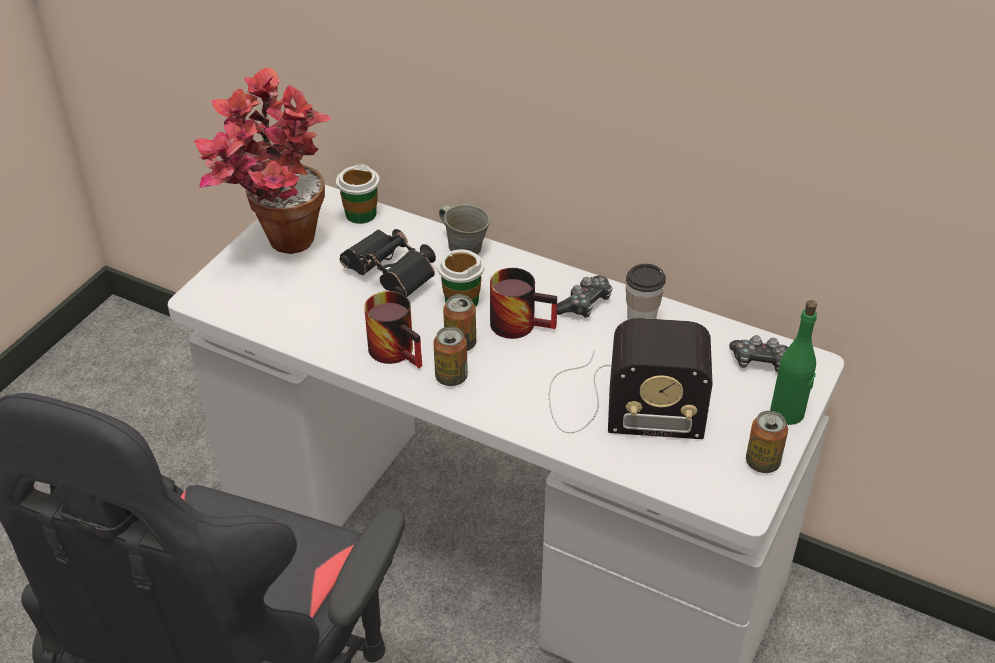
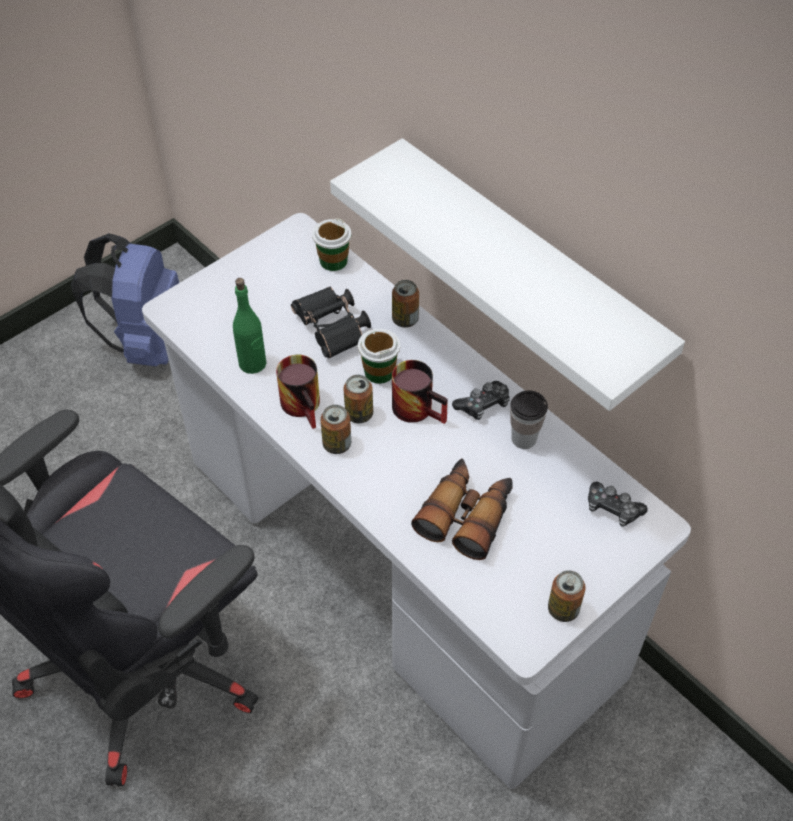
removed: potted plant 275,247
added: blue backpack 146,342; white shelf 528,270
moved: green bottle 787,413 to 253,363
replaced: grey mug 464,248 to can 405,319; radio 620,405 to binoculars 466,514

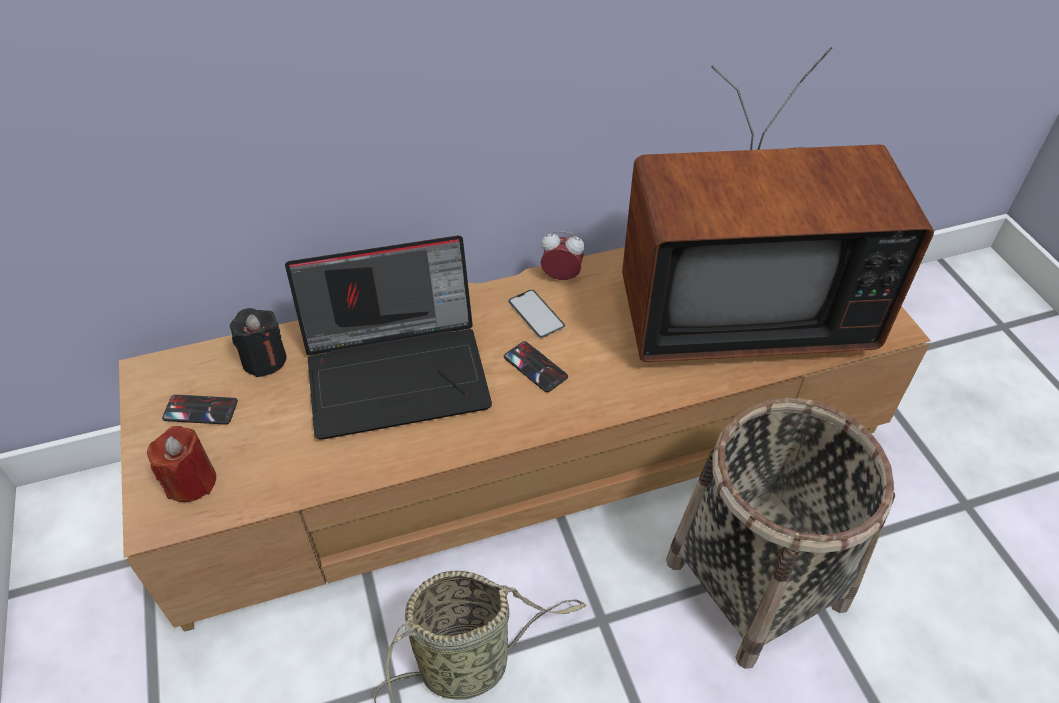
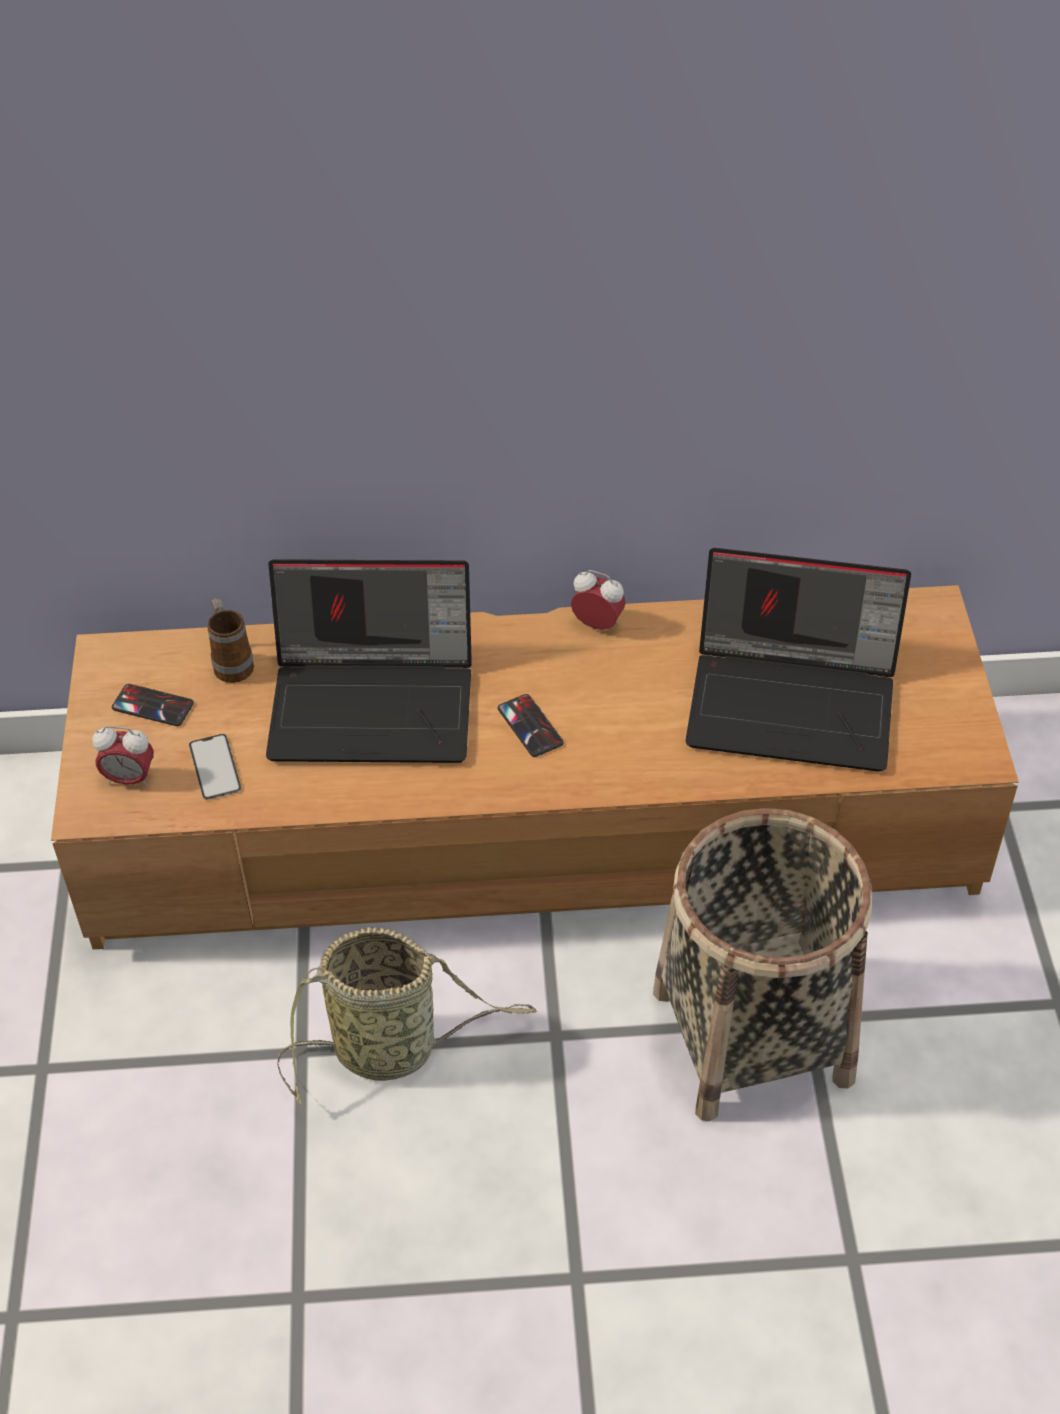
moved: phone 536,314 to 215,767
replaced: red candle 191,481 to alarm clock 130,779; black candle 264,360 to mug 231,663; television 737,309 to laptop 795,701

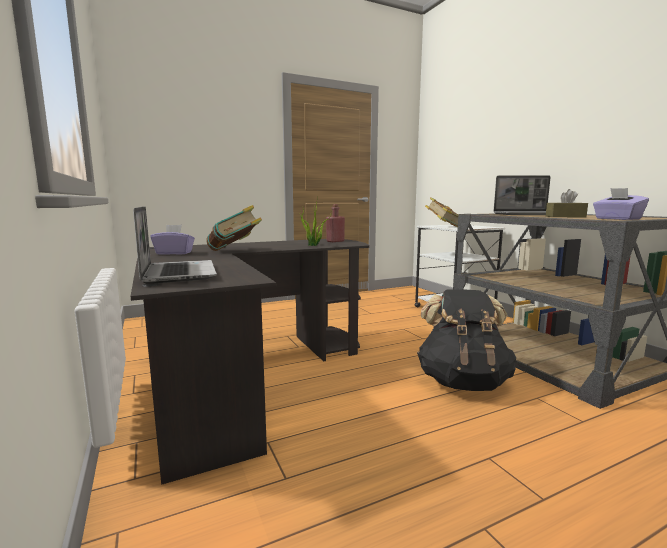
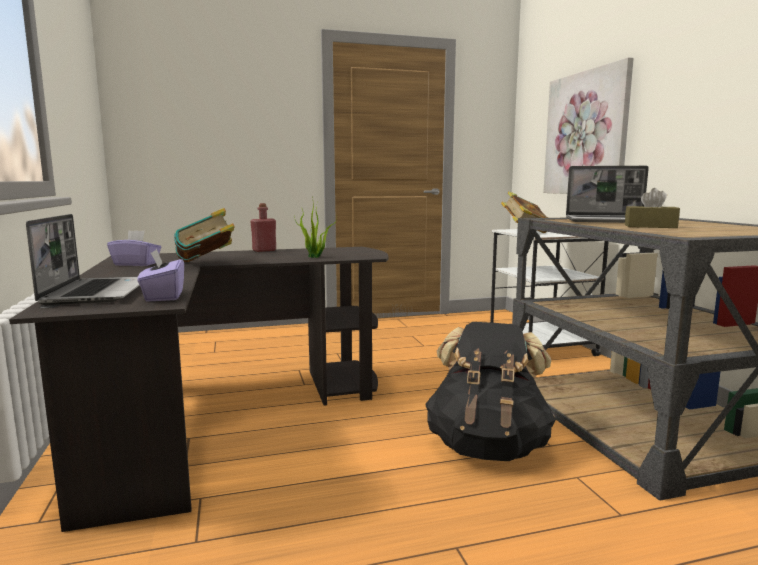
added: picture 585,133
moved: red bottle 335,241 to 264,250; purple tissue box 617,219 to 163,296

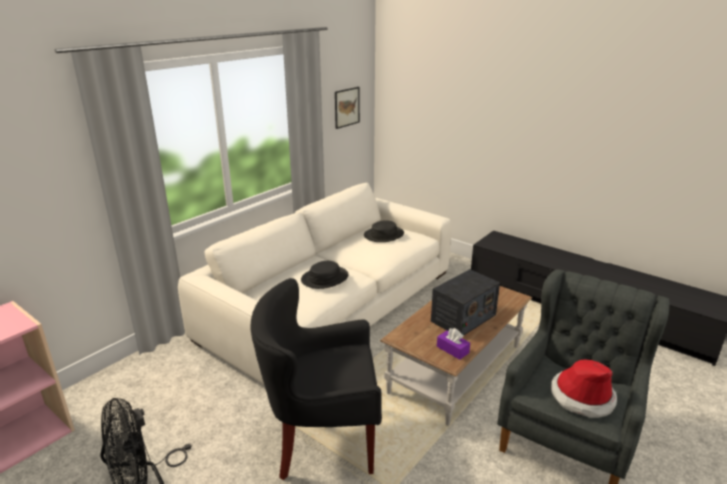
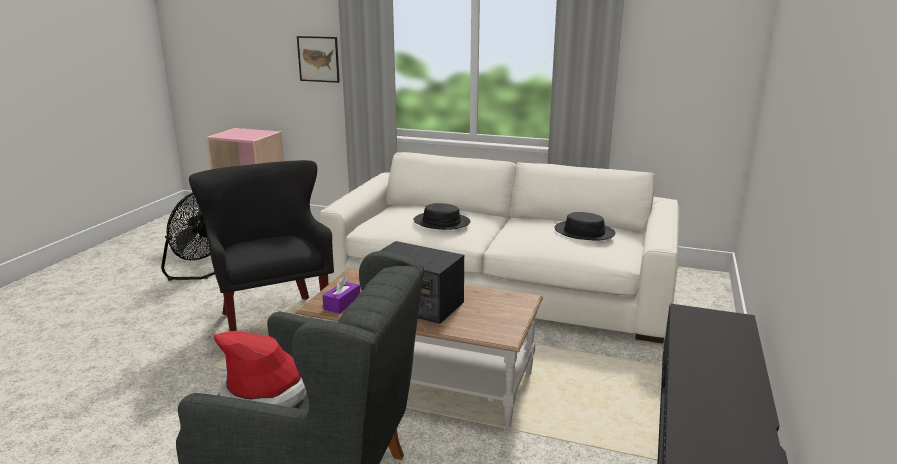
moved: picture 346,107 to 318,59

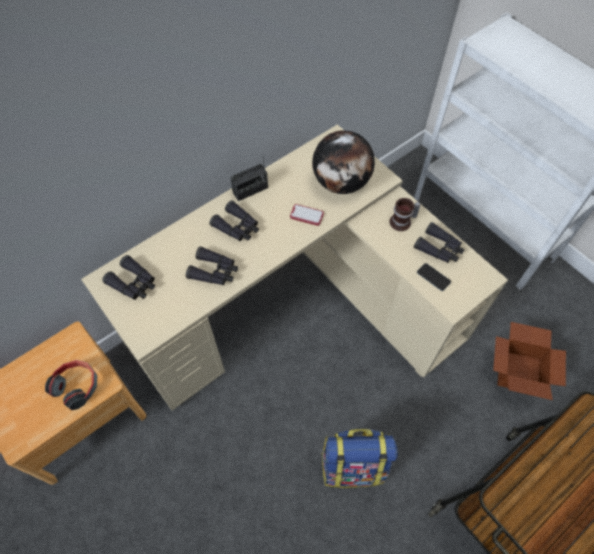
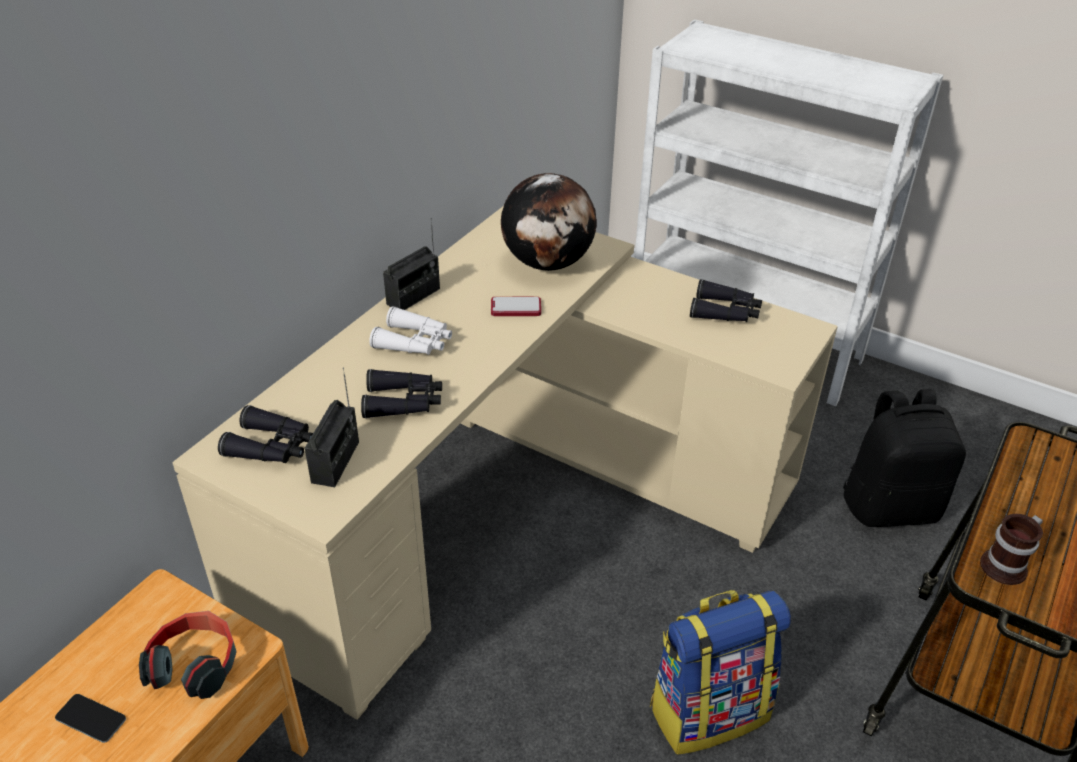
added: radio 336,462
moved: mug 402,222 to 1008,566; phone 433,277 to 91,718
replaced: cardboard box 519,371 to black backpack 889,506
recoloured: black binoculars 237,227 to white binoculars 415,342

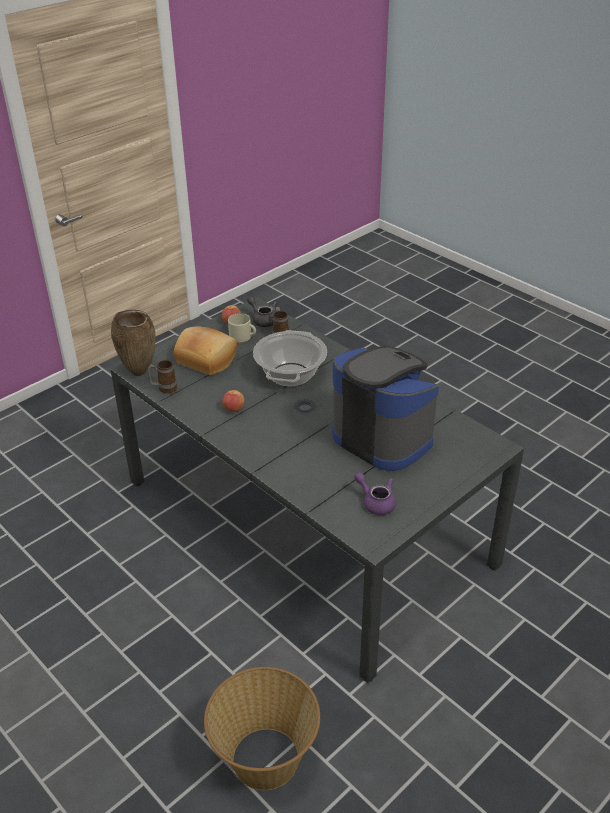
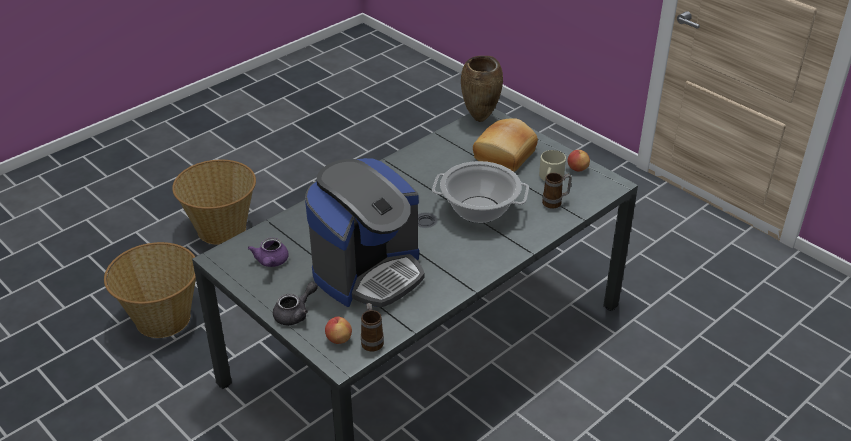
added: basket 221,228
moved: mug 164,389 to 372,340; apple 233,409 to 338,339; grey teapot 263,320 to 295,313
turned: purple teapot 376,502 = 271,262 135 degrees clockwise

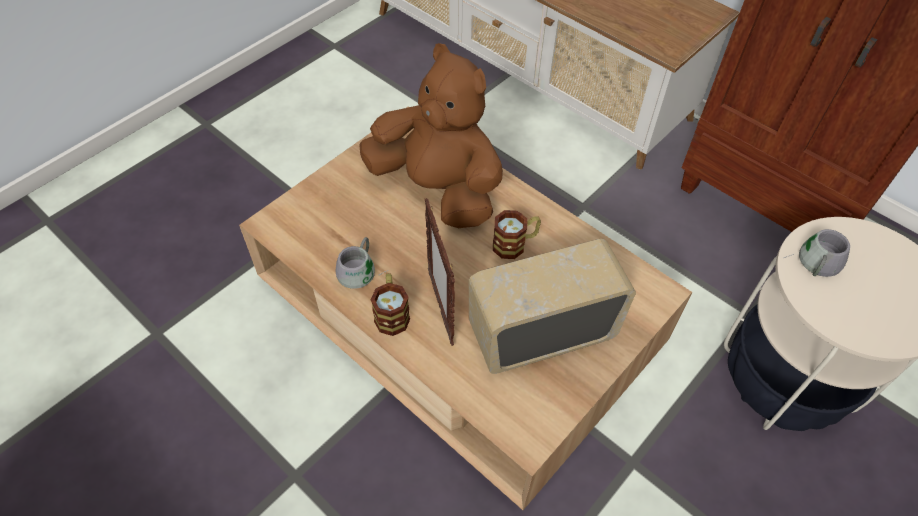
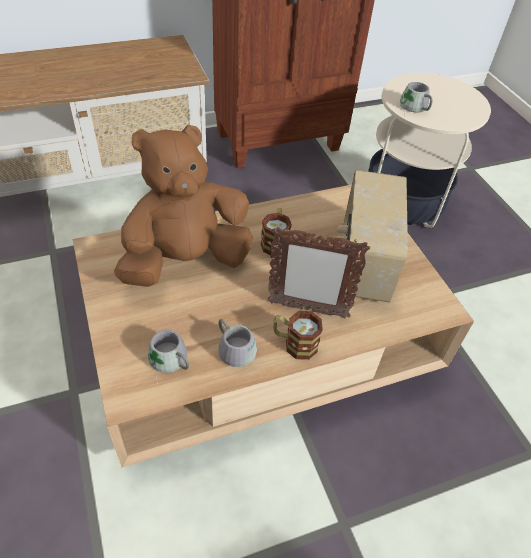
added: grey mug 168,363

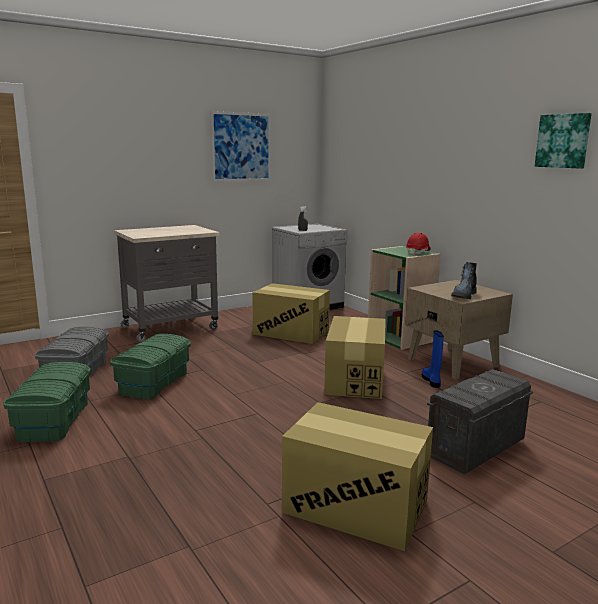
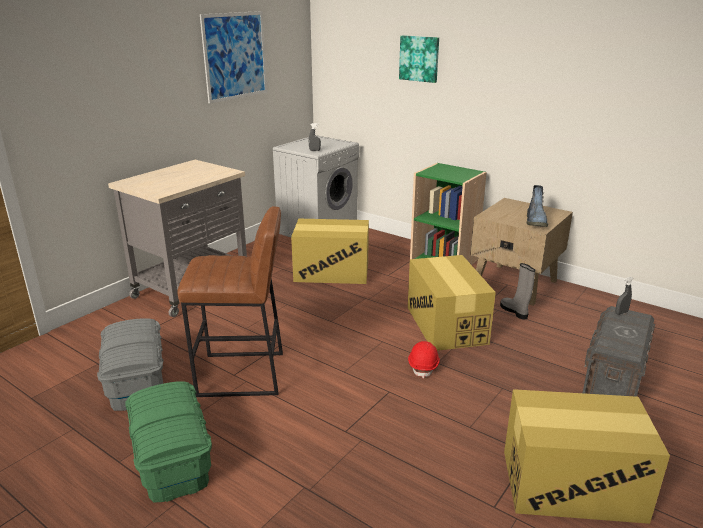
added: grey spray bottle 621,313
moved: red hard hat 418,252 to 423,366; picture 563,141 to 419,58
replaced: green storage box 154,382 to brown stool 243,374
recoloured: blue boot 431,381 to grey boot 514,311

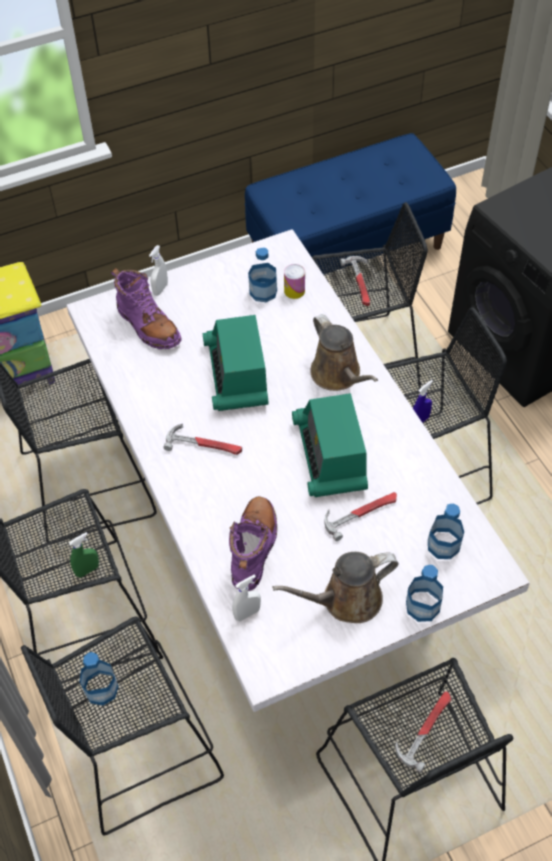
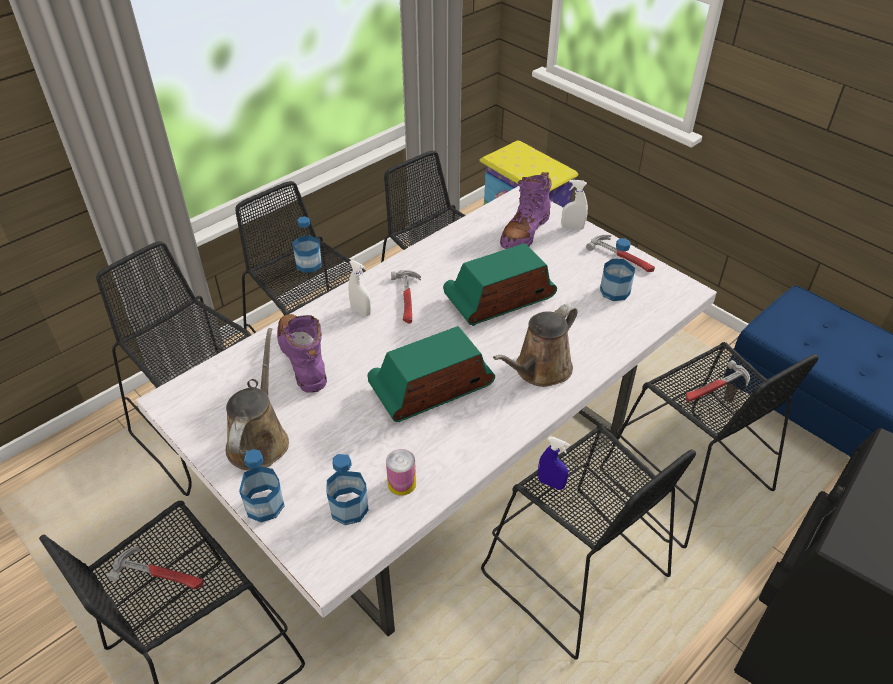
removed: green spray bottle 87,570
moved: bottle 101,689 to 309,264; white spray bottle 247,613 to 361,311; can 294,291 to 402,483; hammer 361,513 to 622,257
turned: purple boot 254,547 = 303,359 105 degrees counterclockwise; brown watering can 346,600 = 259,439 45 degrees clockwise

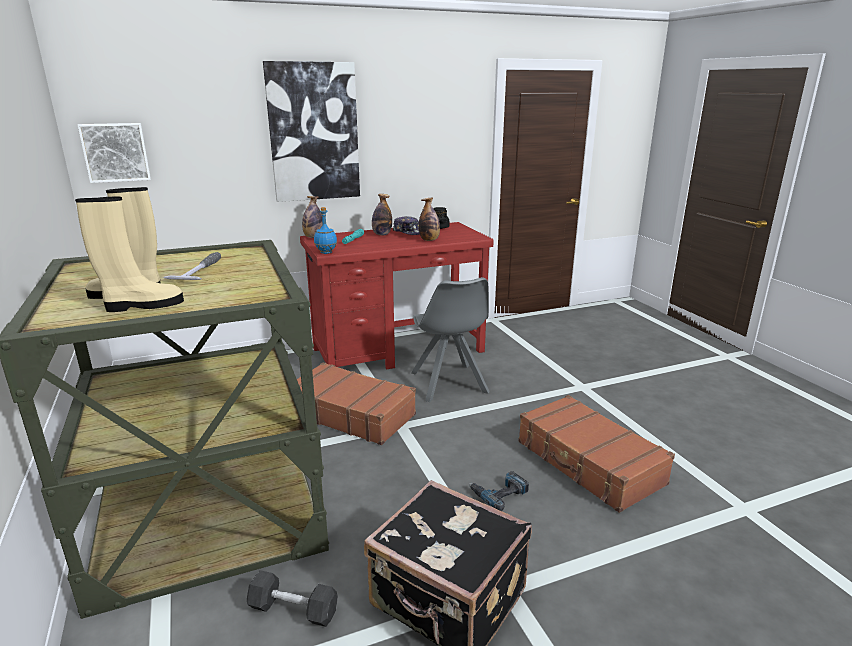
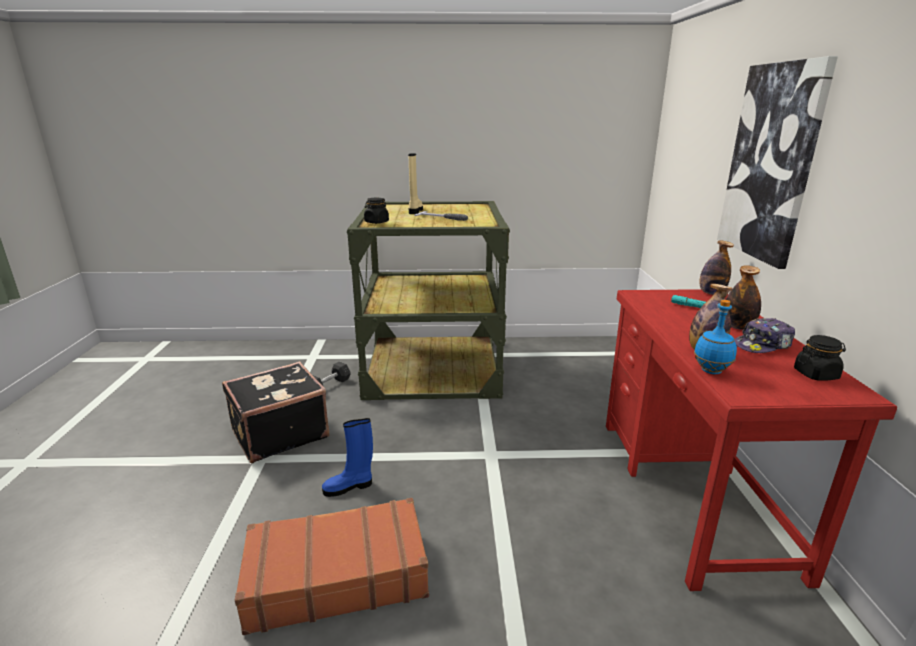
removed: beige boot 142,305; picture 115,152; brown suitcase 351,413; grey chair 449,384
added: black jar 376,222
moved: blue bottle 326,253 to 710,371
replaced: power drill 499,493 to blue boot 349,487

